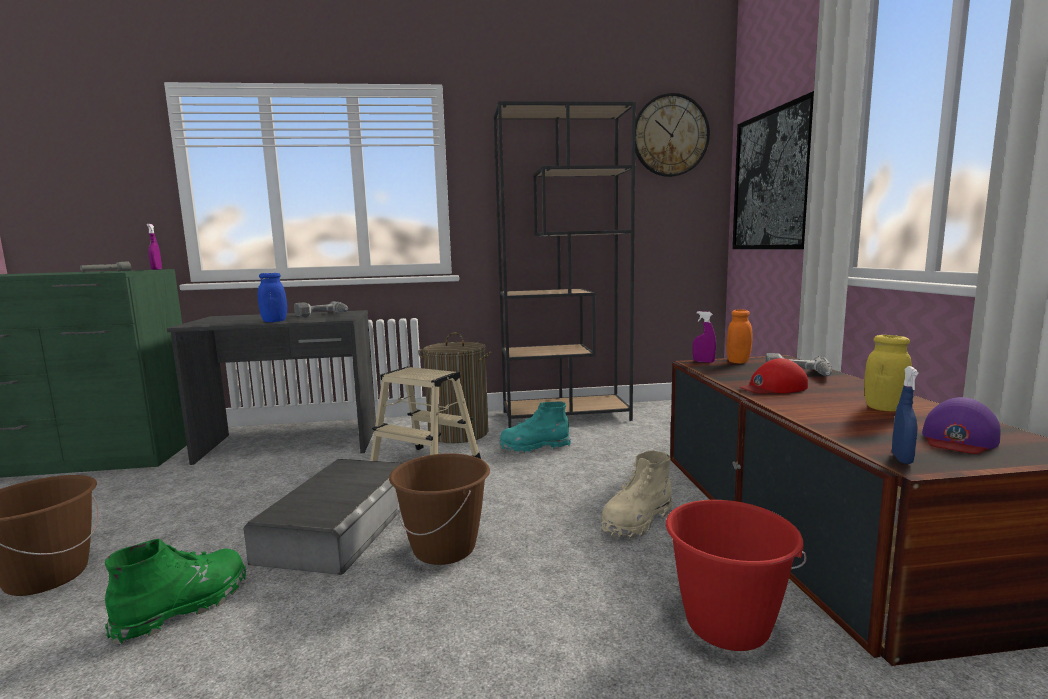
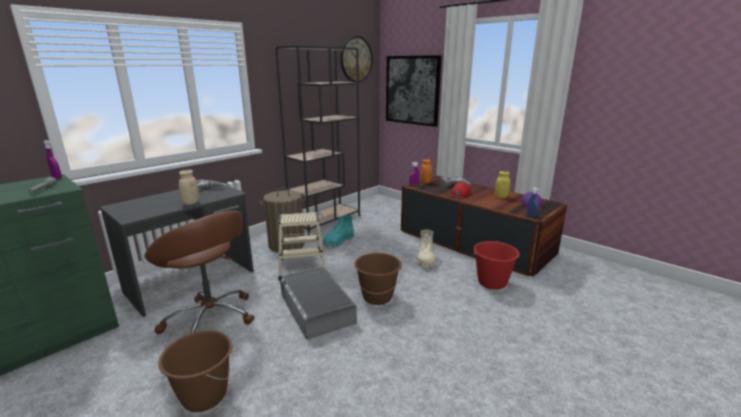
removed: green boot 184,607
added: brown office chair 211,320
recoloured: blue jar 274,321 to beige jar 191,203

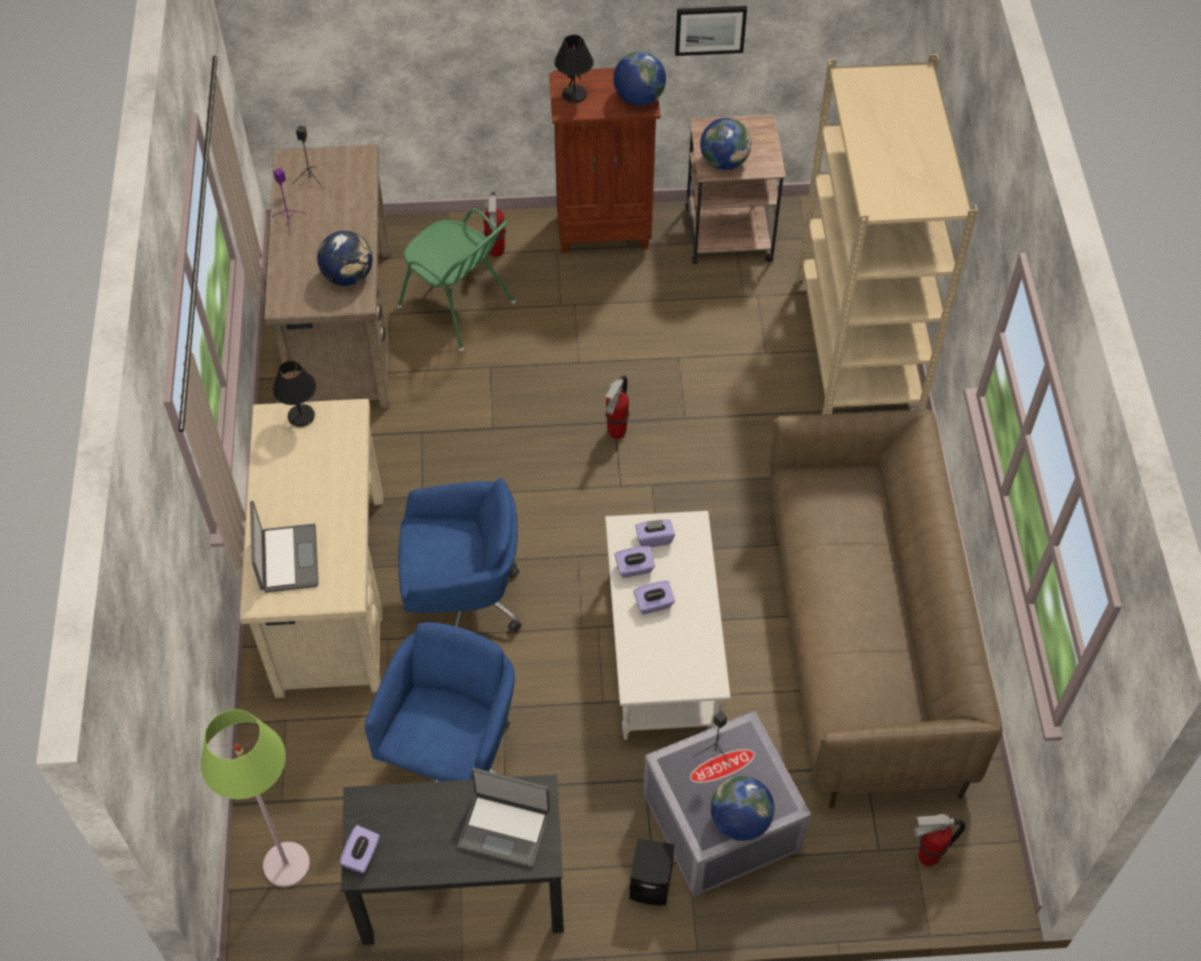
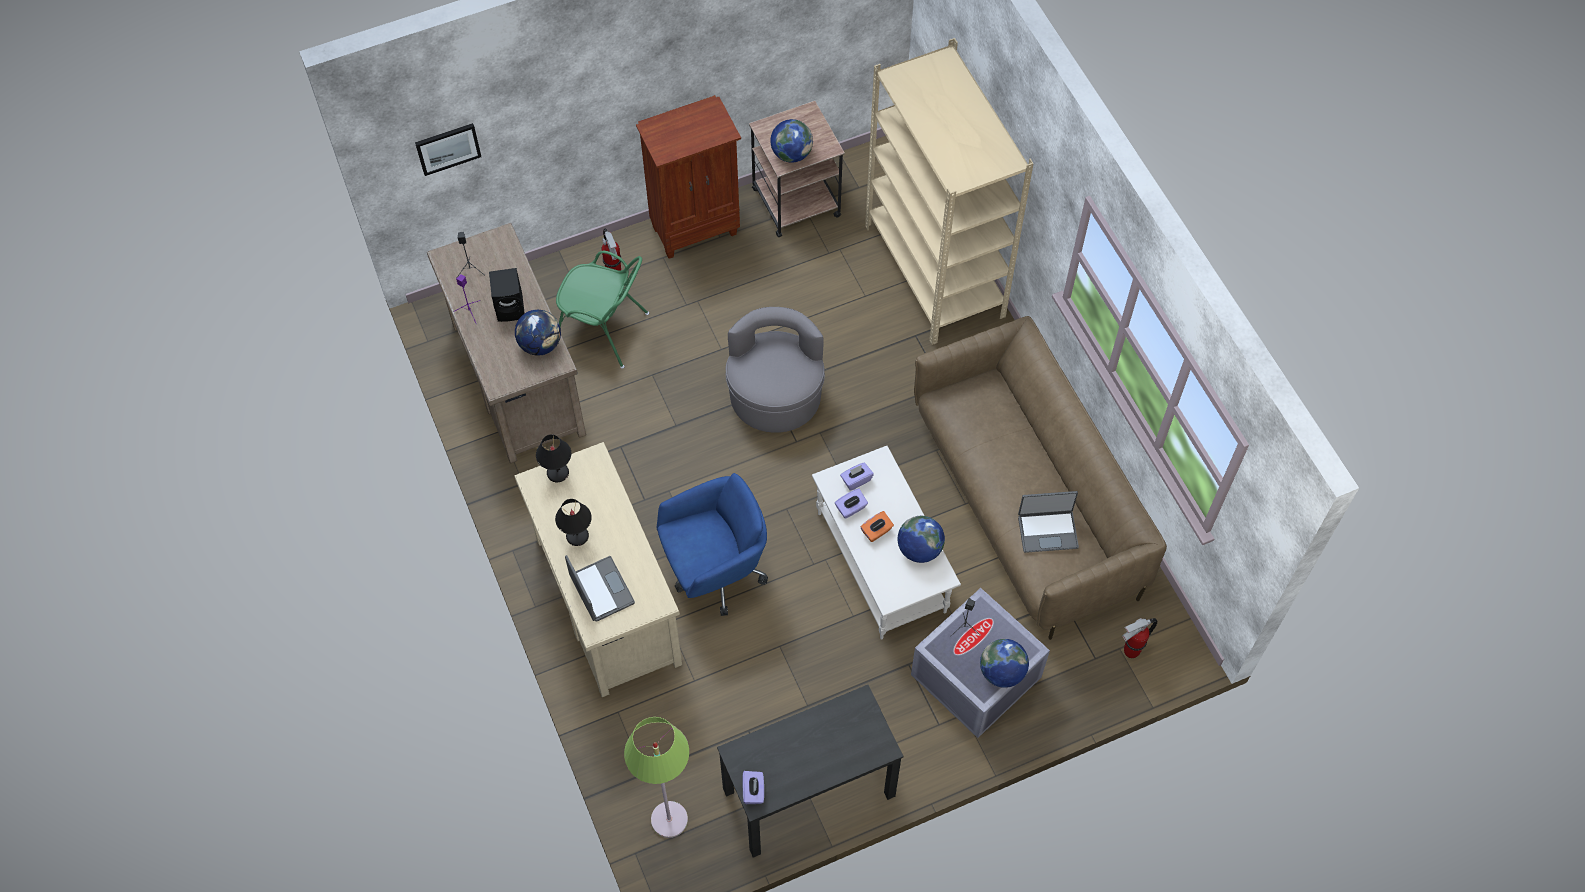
removed: blue office chair 453,760
moved: laptop 505,828 to 1047,530; black table lamp 574,94 to 577,535; globe 639,98 to 919,549; black speaker 652,884 to 511,307; picture 710,29 to 448,148
replaced: fire extinguisher 616,432 to grey armchair 775,398
recoloured: purple tissue box 653,604 to orange tissue box 876,531

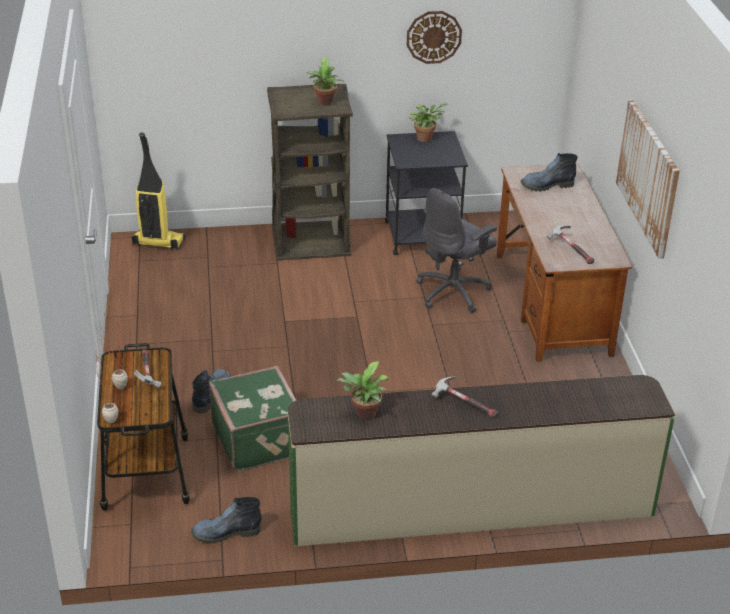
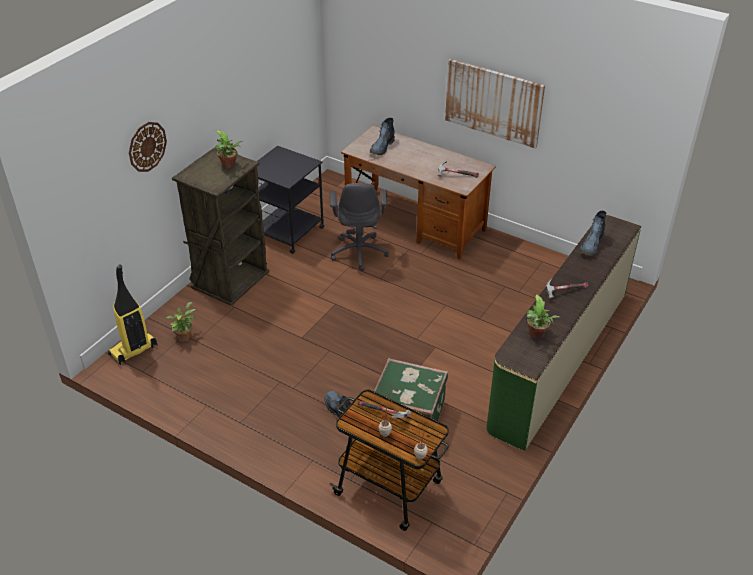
moved: boot 225,533 to 592,245; wall clock 434,37 to 147,146; potted plant 426,138 to 184,336

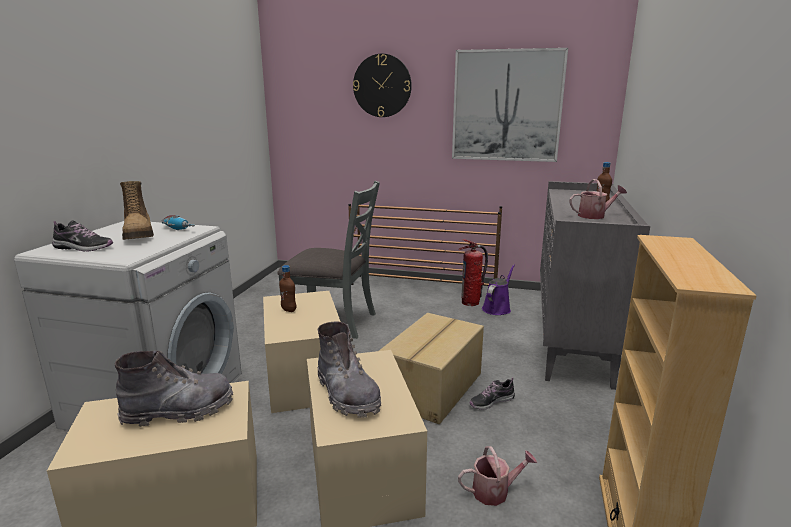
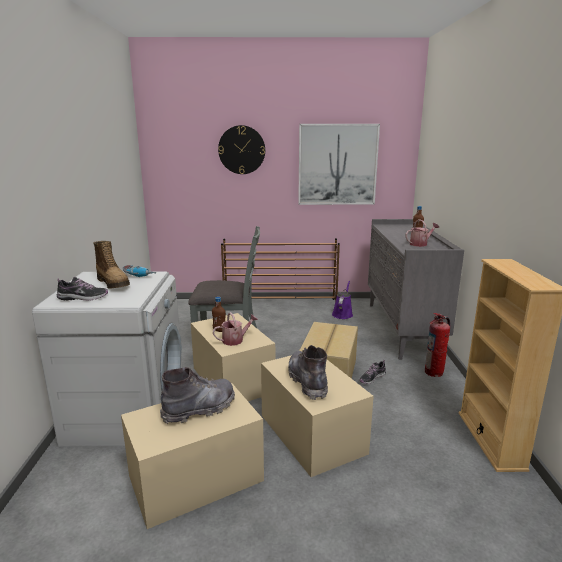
moved: watering can 495,491 to 235,340; fire extinguisher 471,302 to 434,372
turned: grey boot 347,394 = 307,382 150 degrees counterclockwise

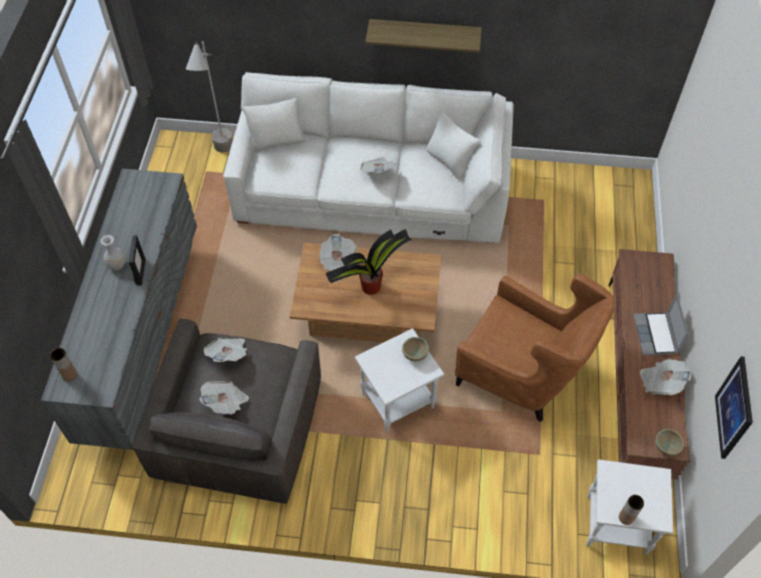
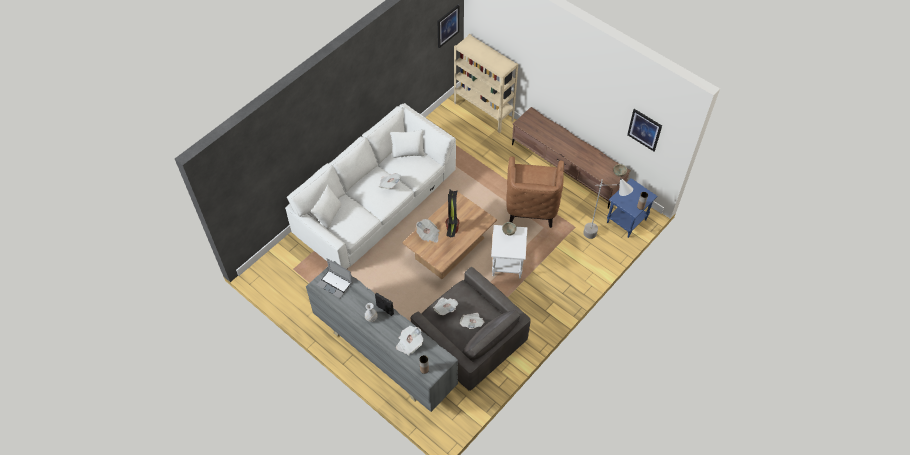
removed: shelf 424,34
added: picture 448,26; beige bookcase 483,111
moved: grey floor lamp 222,157 to 600,238; laptop 656,335 to 335,284; newspaper 661,382 to 409,344
recoloured: white side table 615,525 to blue side table 626,221
turned: brown armchair 521,375 = 531,208 120 degrees clockwise

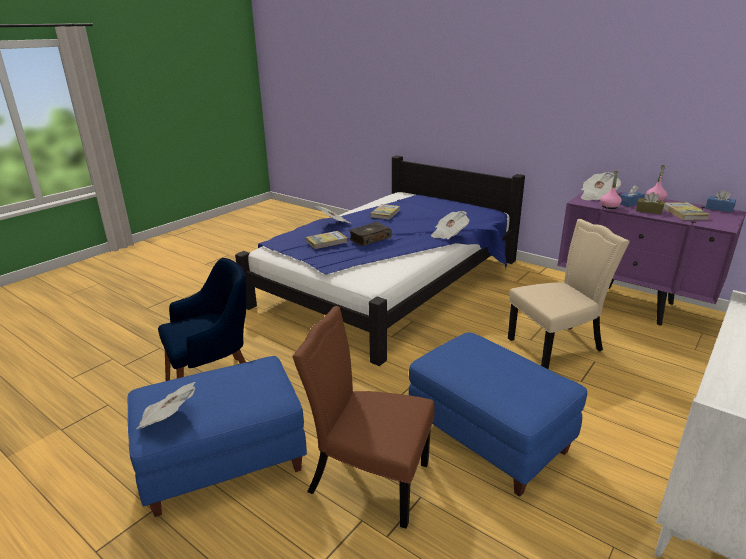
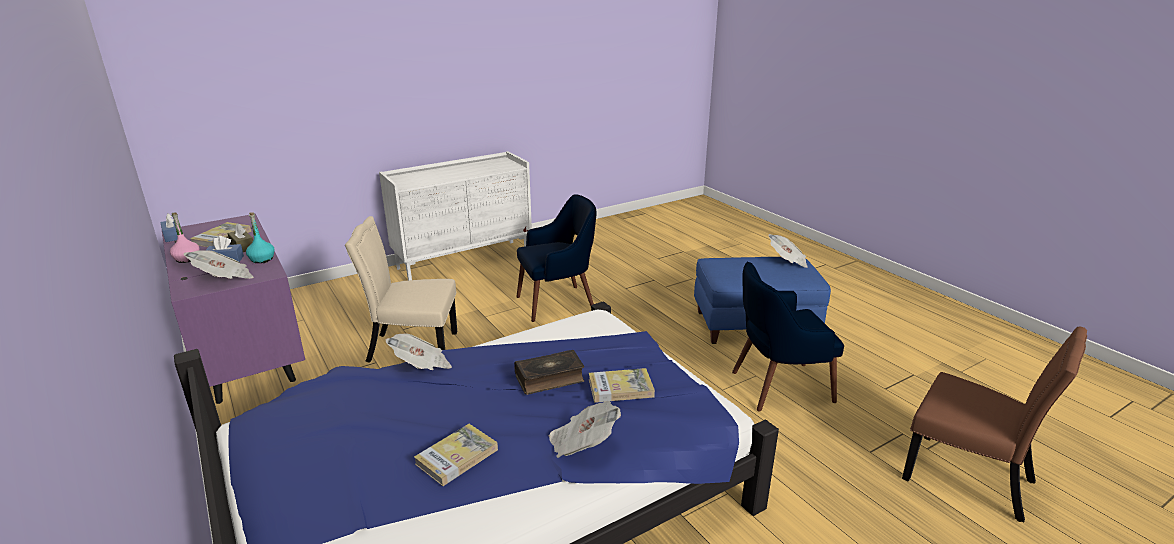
moved: brown chair 371,481 to 965,476
replaced: blue ottoman 488,438 to blue armchair 557,303
recoloured: pink bottle 609,206 to turquoise bottle 262,259

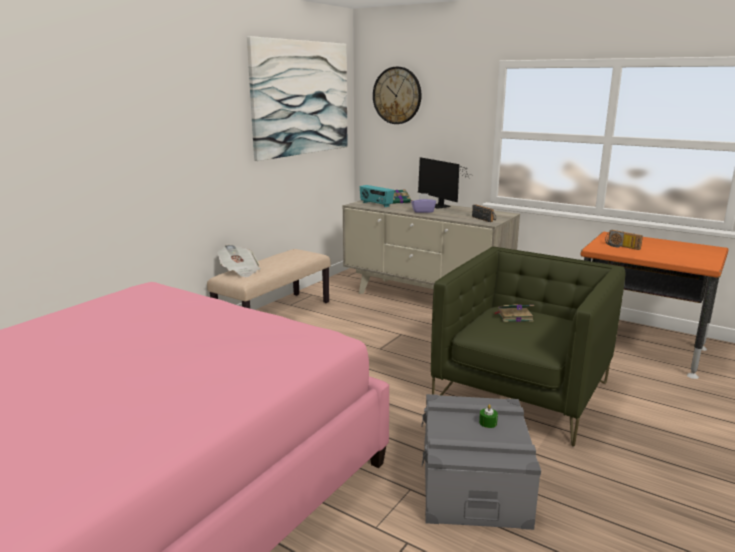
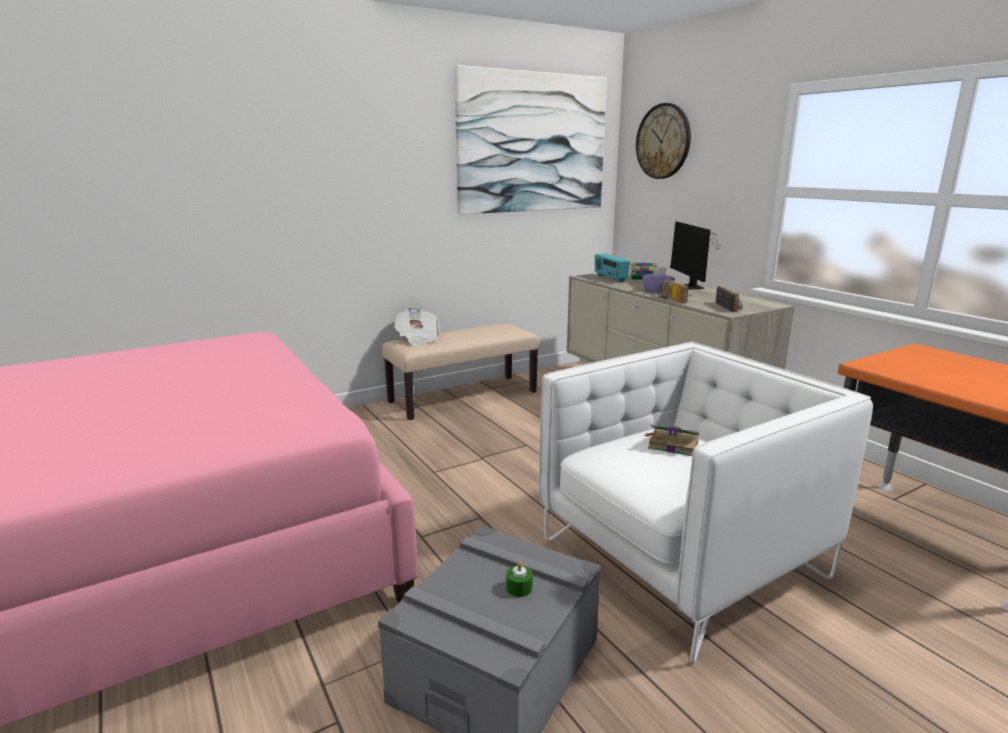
moved: radio 621,247 to 670,299
recoloured: green armchair 522,394 to white armchair 681,560

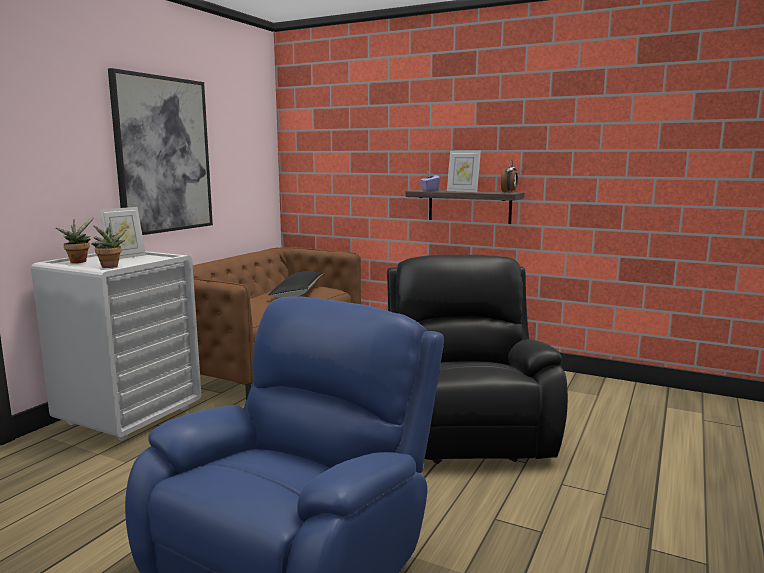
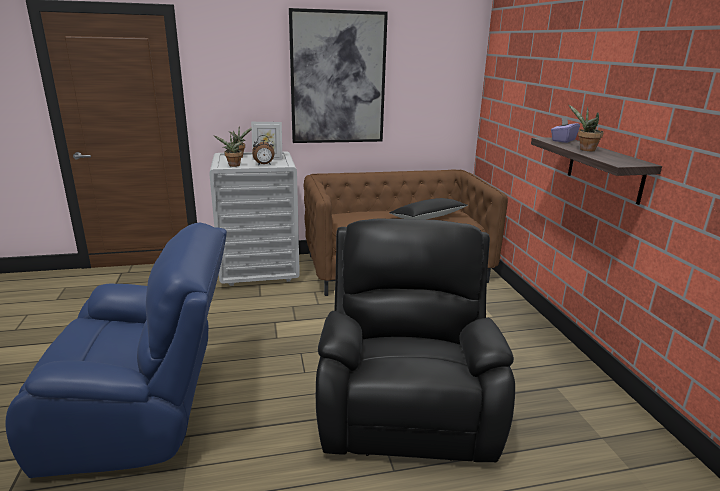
moved: alarm clock 509,192 to 264,164
replaced: picture frame 462,191 to potted plant 584,149
turned: black armchair 464,432 = 406,408 45 degrees counterclockwise

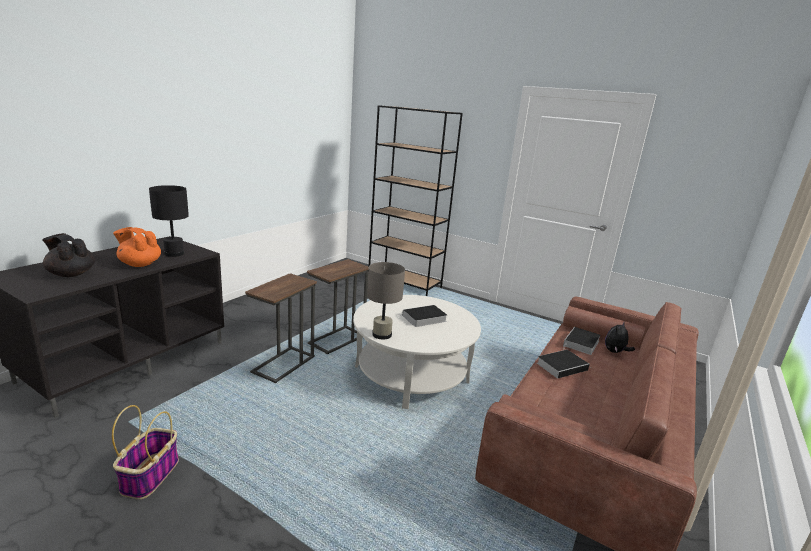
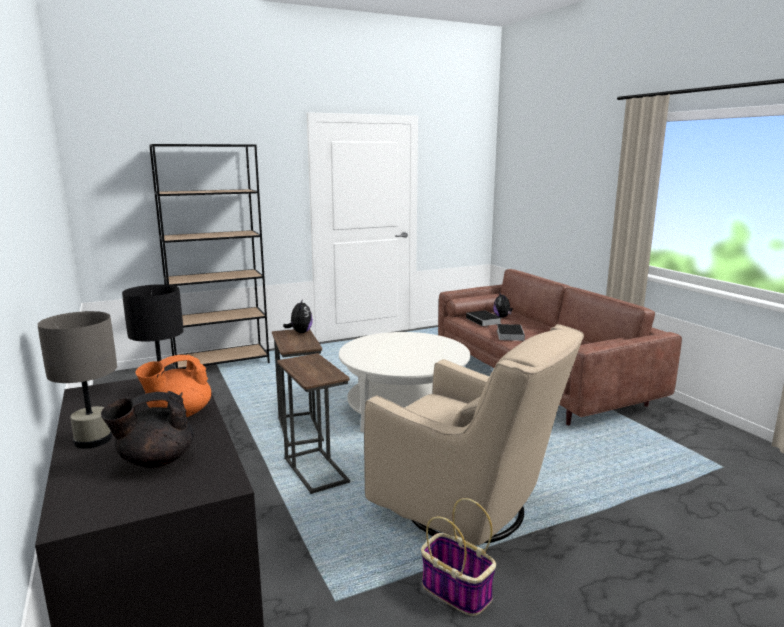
removed: book 423,318
added: plush toy 300,332; beige armchair 469,510
moved: grey table lamp 381,335 to 93,440

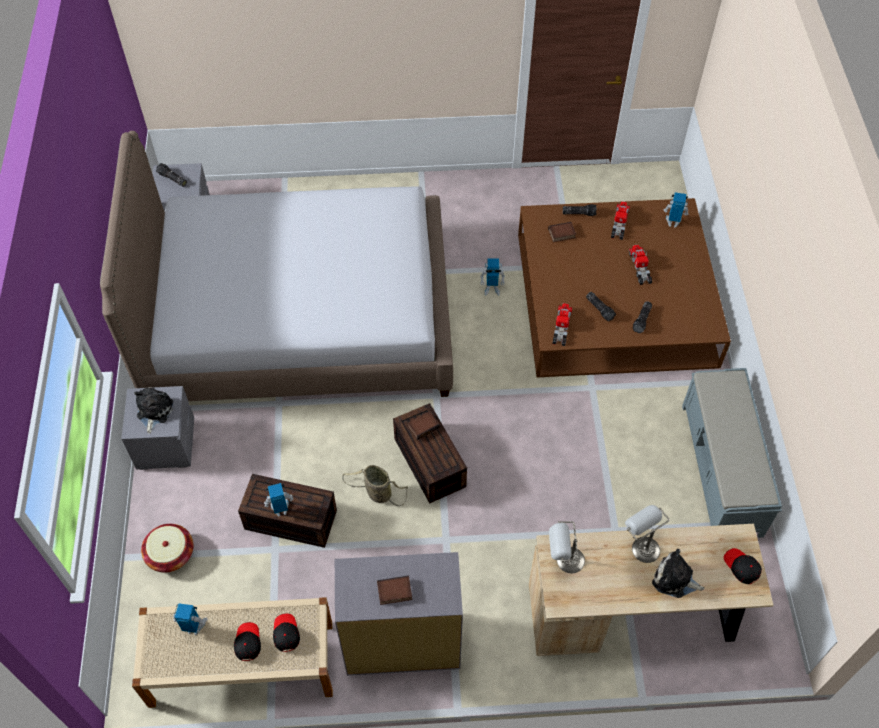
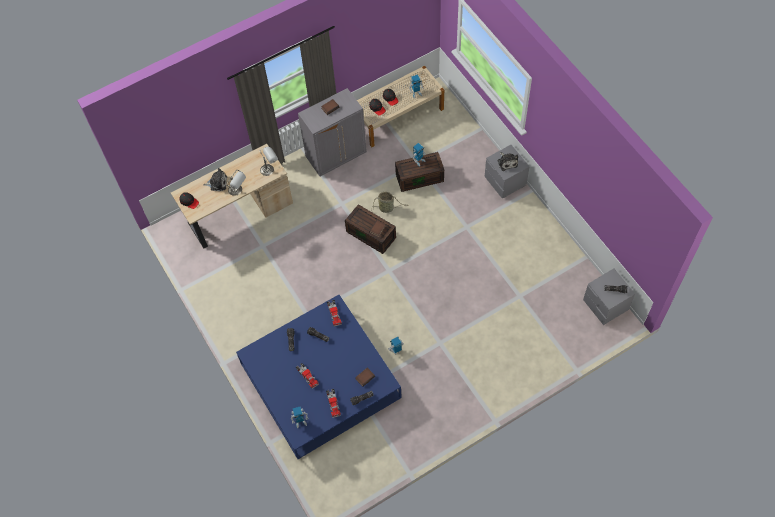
removed: bed 299,318; basket 170,554; grey bench 721,470
recoloured: brown coffee table 614,299 to blue coffee table 320,380

